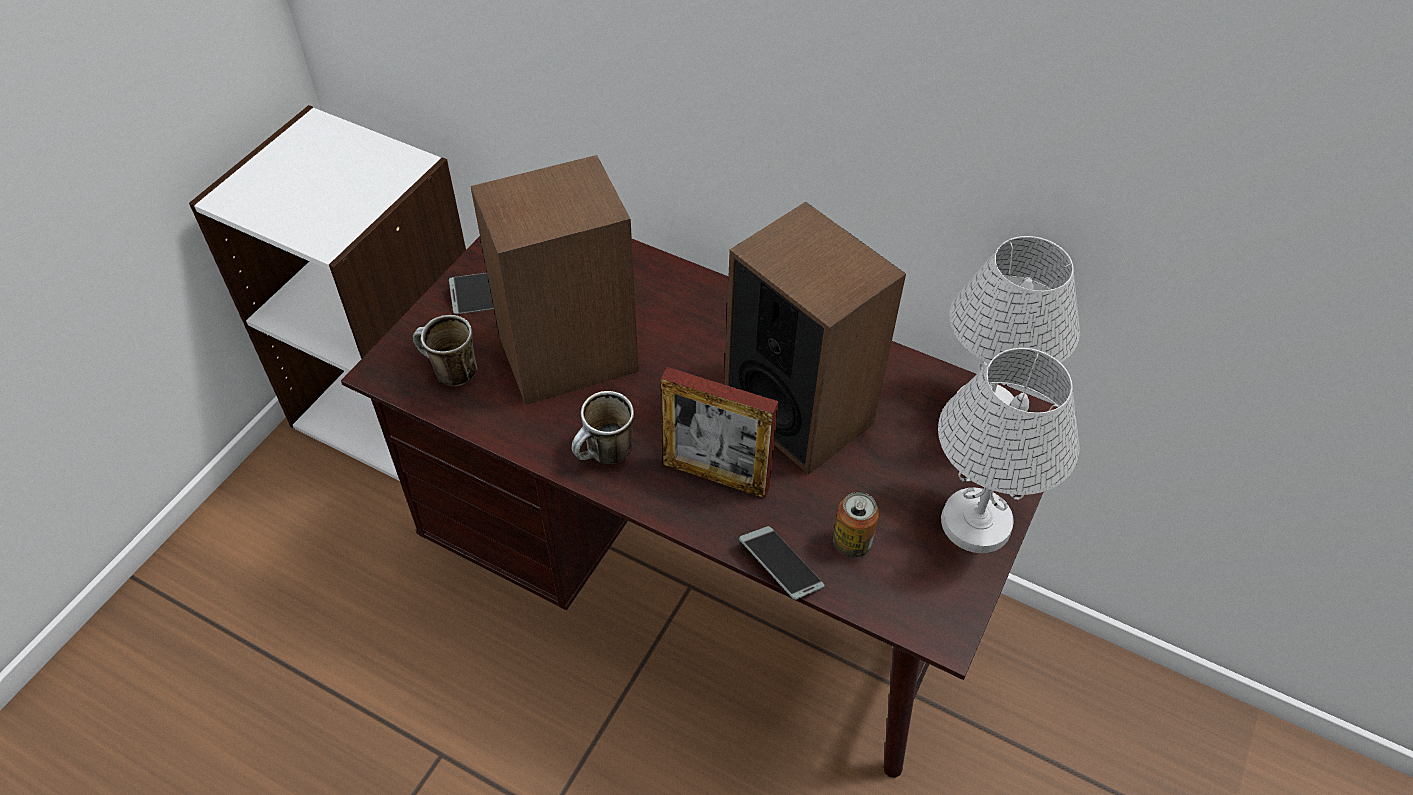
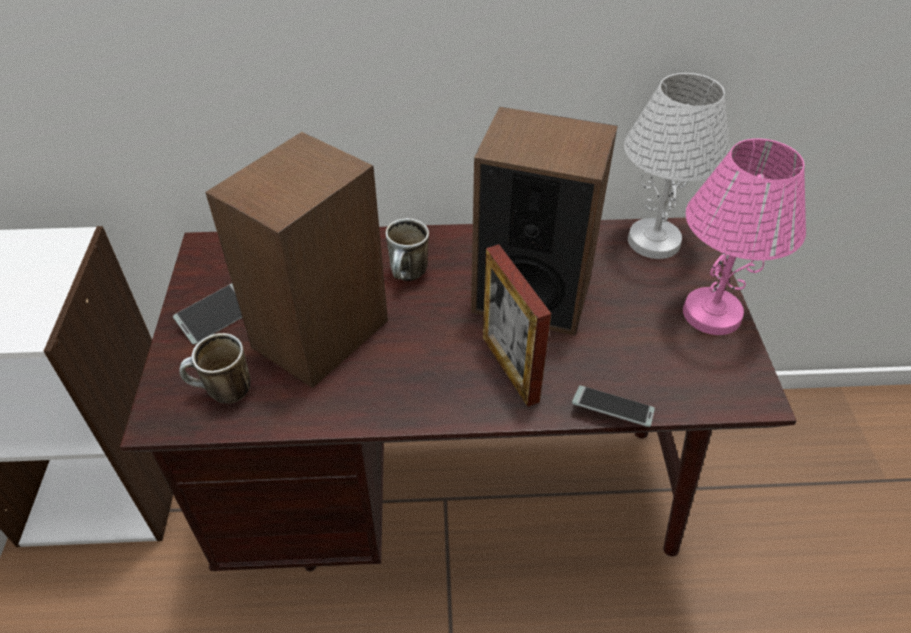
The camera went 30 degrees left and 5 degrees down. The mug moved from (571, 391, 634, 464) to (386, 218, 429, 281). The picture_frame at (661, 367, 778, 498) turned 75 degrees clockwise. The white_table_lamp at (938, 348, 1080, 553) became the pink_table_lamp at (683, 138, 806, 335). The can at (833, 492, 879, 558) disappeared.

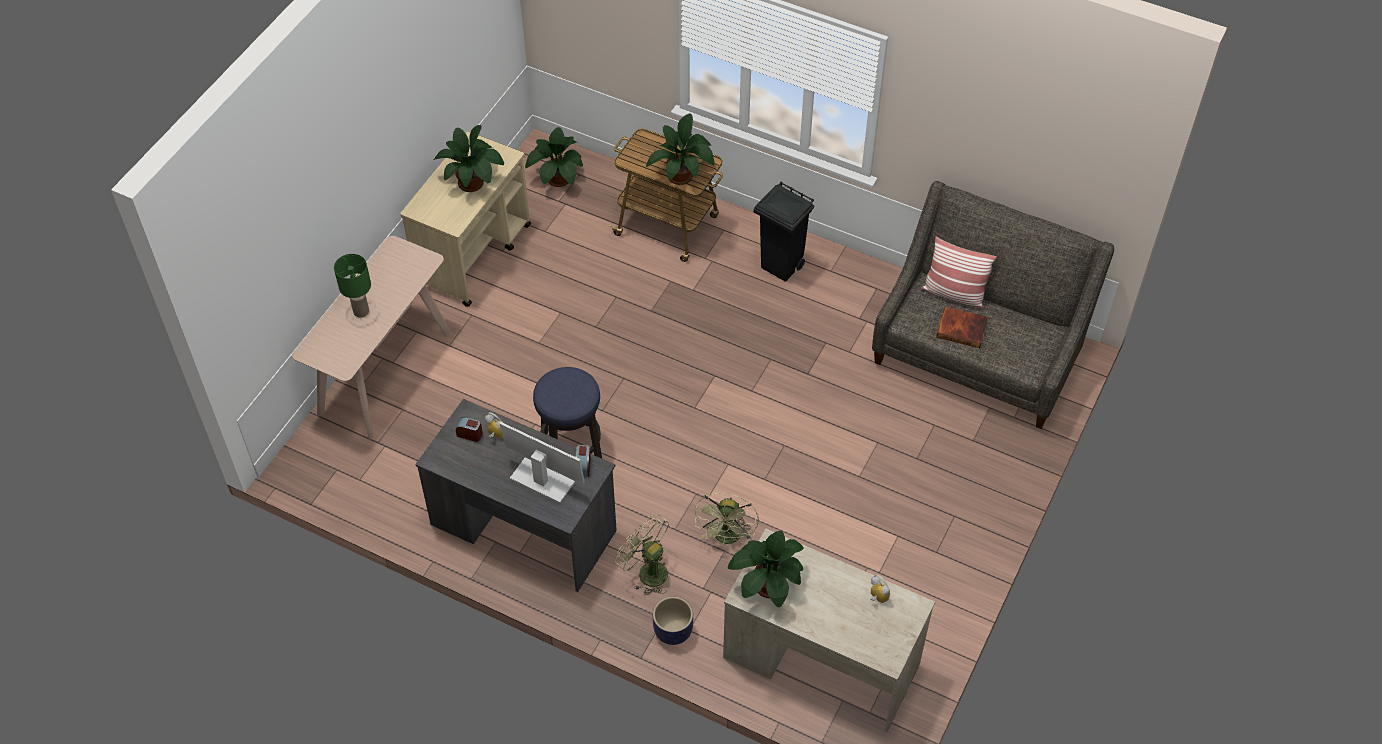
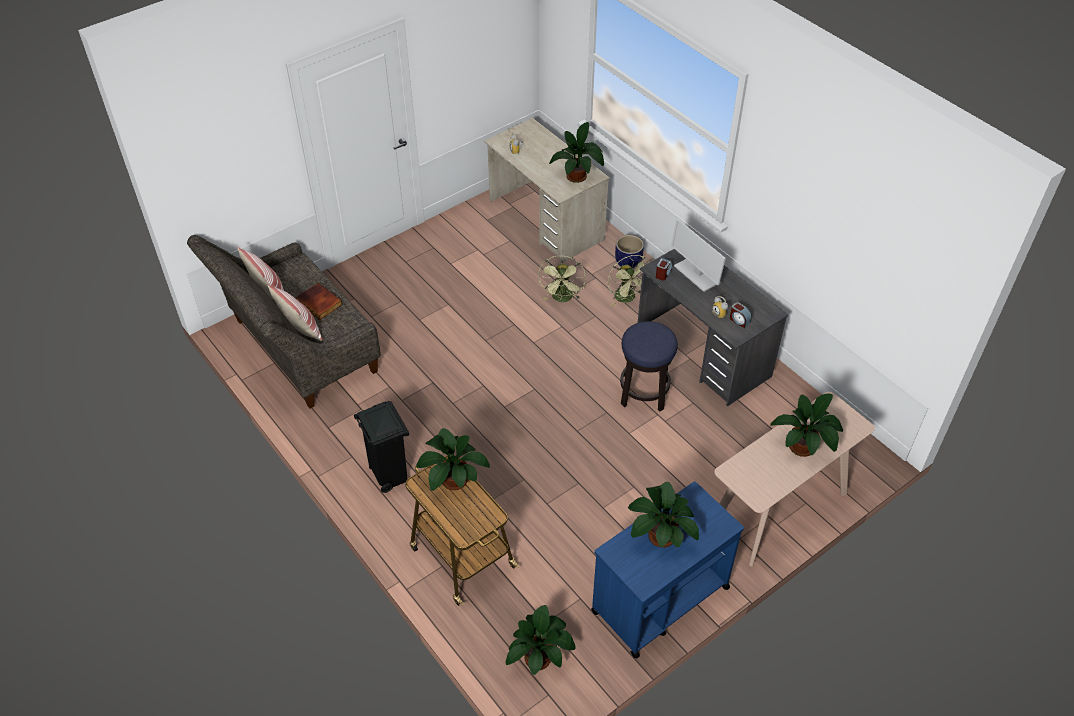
The camera went 155 degrees left and 5 degrees down. The pillow at (237, 247, 284, 299) appeared. The green_fan at (694, 493, 759, 545) turned 150 degrees clockwise. The beige_cart at (400, 131, 531, 307) became the blue_cart at (591, 481, 744, 659). The green_table_lamp at (334, 254, 371, 318) was replaced by the potted_plant at (770, 393, 843, 457).

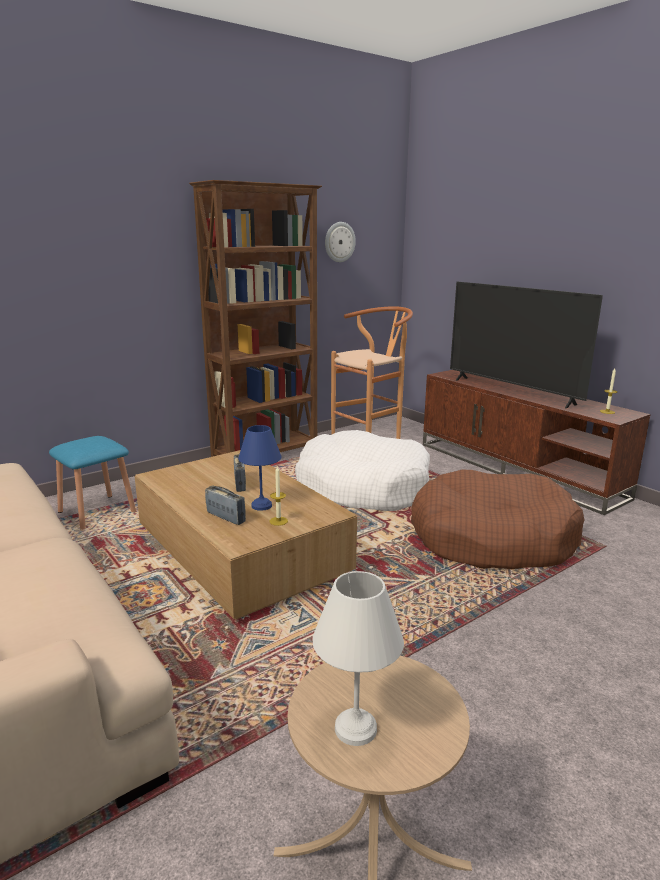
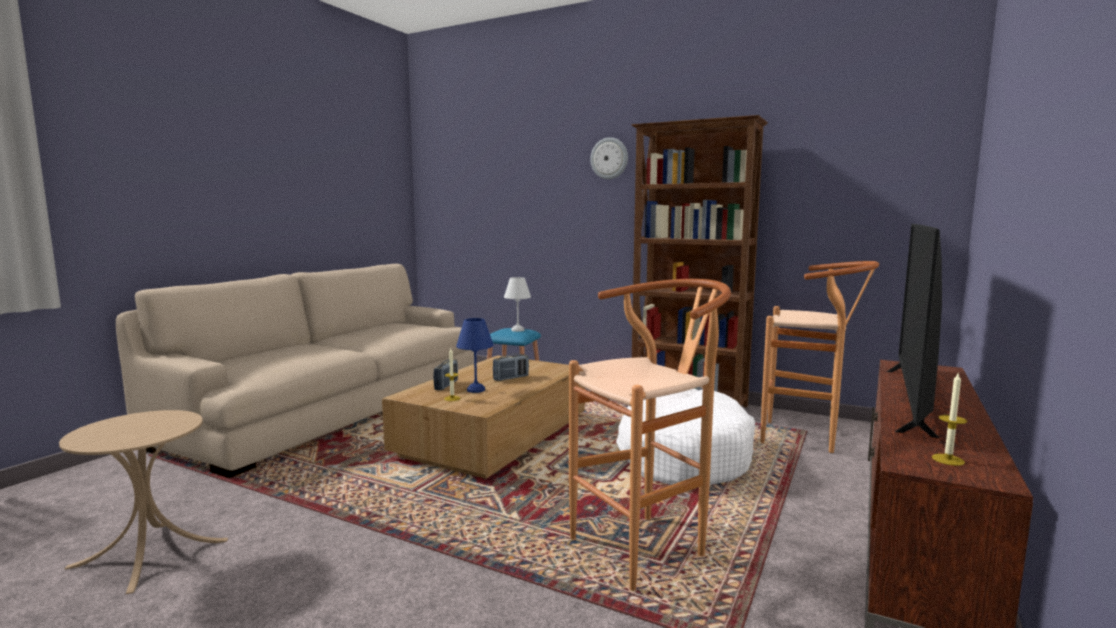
The camera went 65 degrees right and 10 degrees down. The white_table_lamp moved from (313, 571, 404, 746) to (504, 277, 531, 332). The brown_dog_bed at (411, 469, 584, 569) was replaced by the brown_stool at (569, 279, 731, 591). The wall_clock moved from (325, 222, 356, 262) to (590, 137, 628, 179).

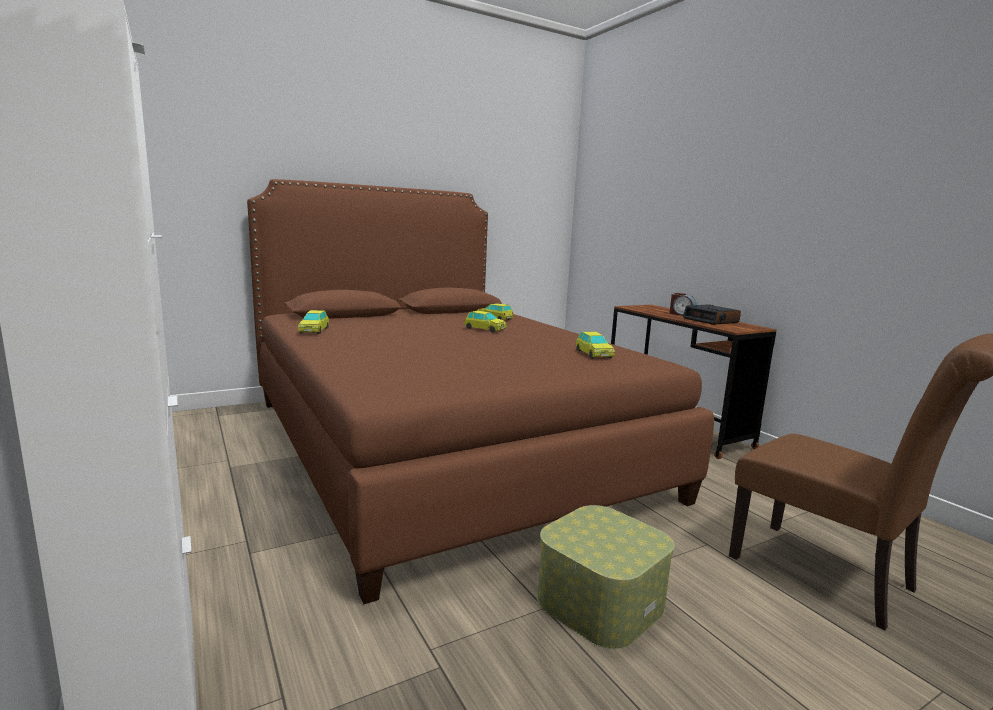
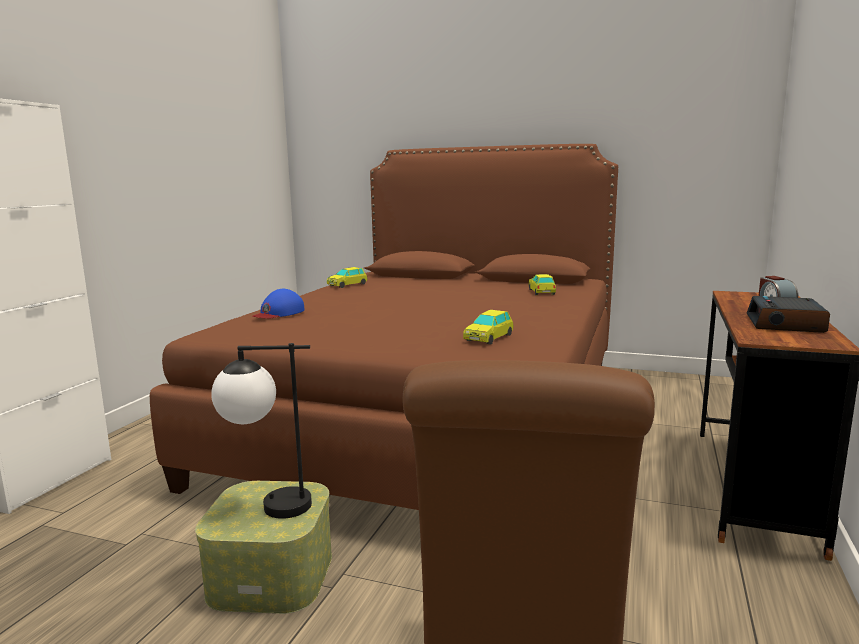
The camera went 50 degrees right and 0 degrees up. The table_lamp at (211, 343, 312, 519) appeared. The blue_cap at (252, 289, 305, 319) appeared. The toy_car at (464, 311, 507, 333) disappeared.

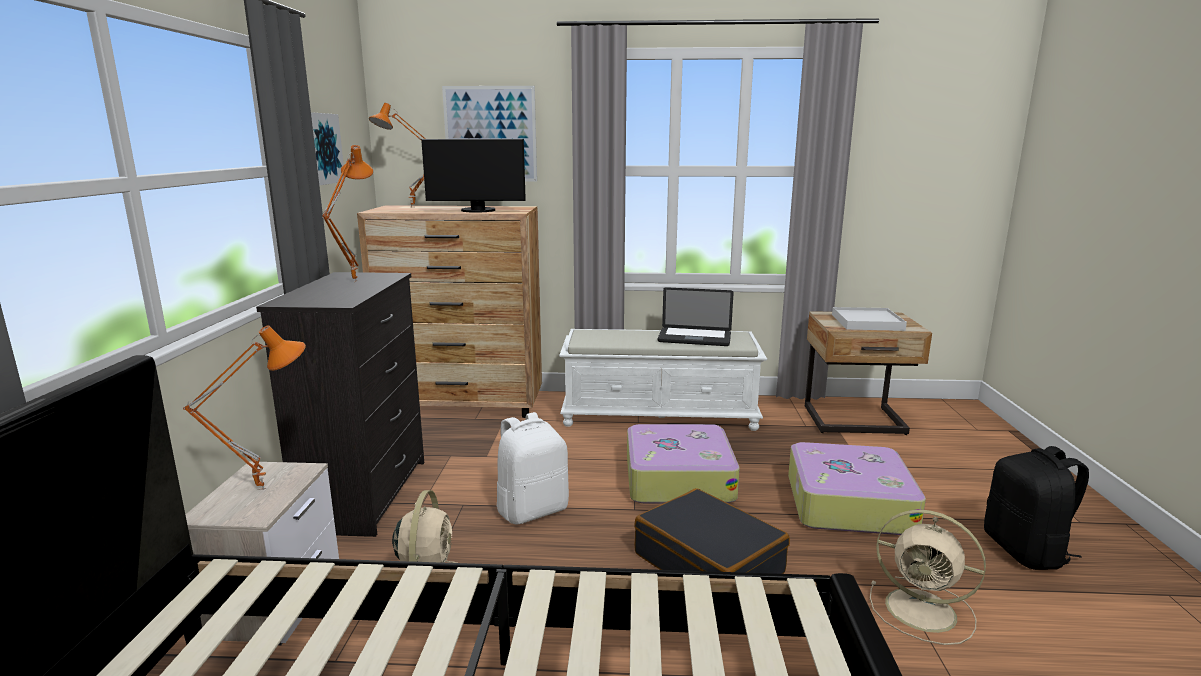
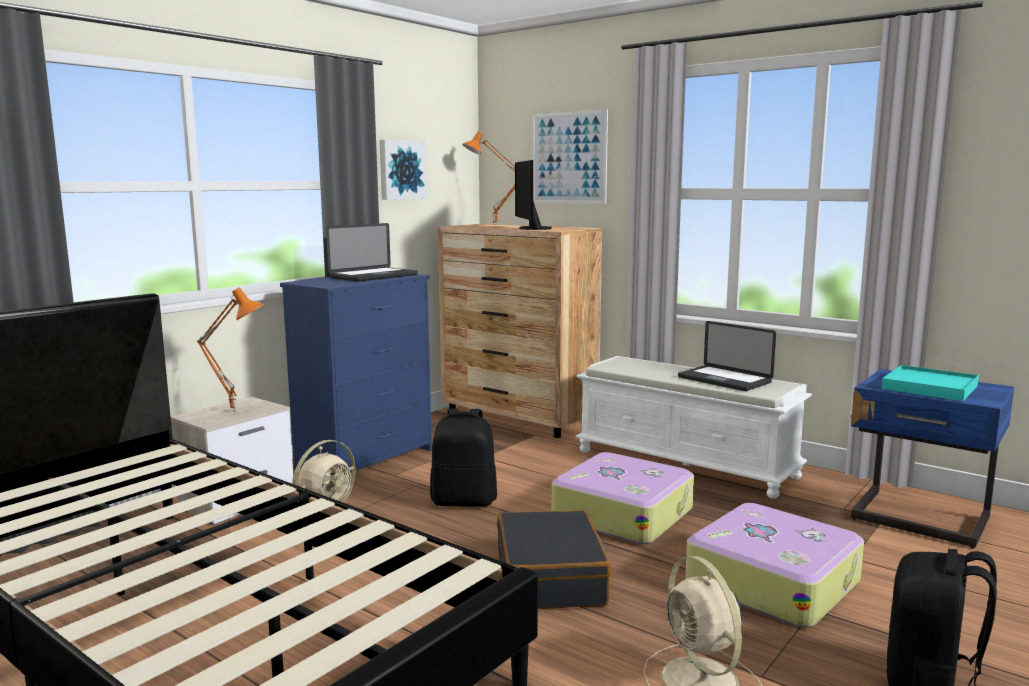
The camera went 35 degrees right and 5 degrees down. The black_dresser at (256, 272, 424, 537) became the blue_dresser at (280, 274, 432, 473). The orange_table_lamp at (322, 145, 373, 282) was replaced by the laptop at (326, 223, 418, 281). The white_backpack at (496, 412, 569, 525) became the black_backpack at (430, 408, 497, 507). The monitor at (421, 139, 526, 213) turned 45 degrees clockwise. The beige_nightstand at (805, 311, 932, 435) became the blue_nightstand at (851, 369, 1014, 549). The white_tray at (832, 307, 907, 331) became the turquoise_tray at (881, 365, 979, 401).

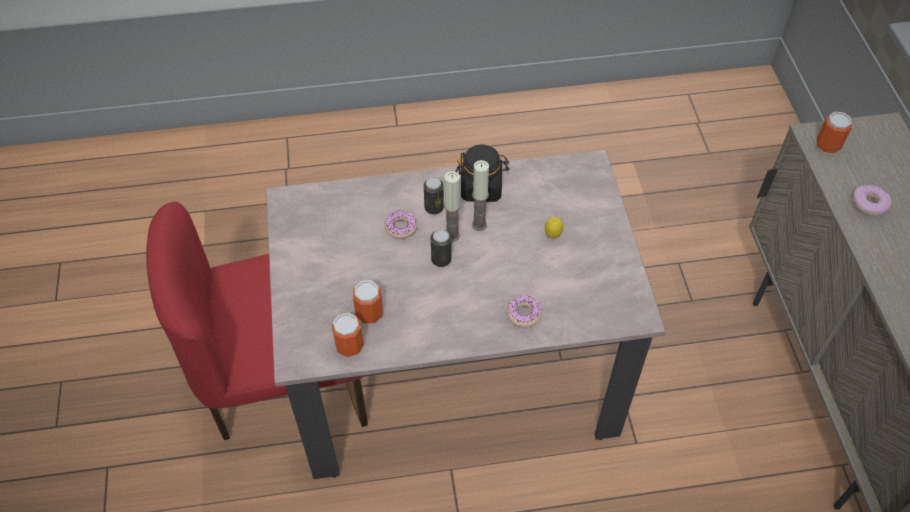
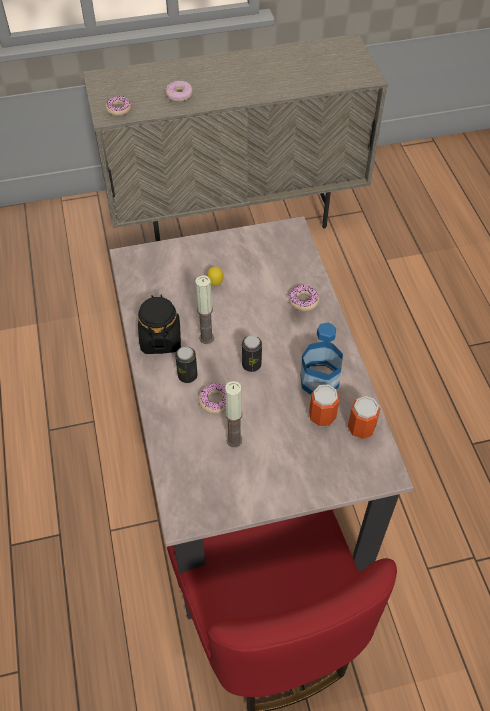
The camera went 95 degrees left and 0 degrees up. The can at (816, 111, 852, 154) was replaced by the donut at (106, 96, 131, 116). The candle moved from (444, 171, 461, 242) to (225, 381, 243, 447). The bottle at (301, 323, 343, 395) appeared.

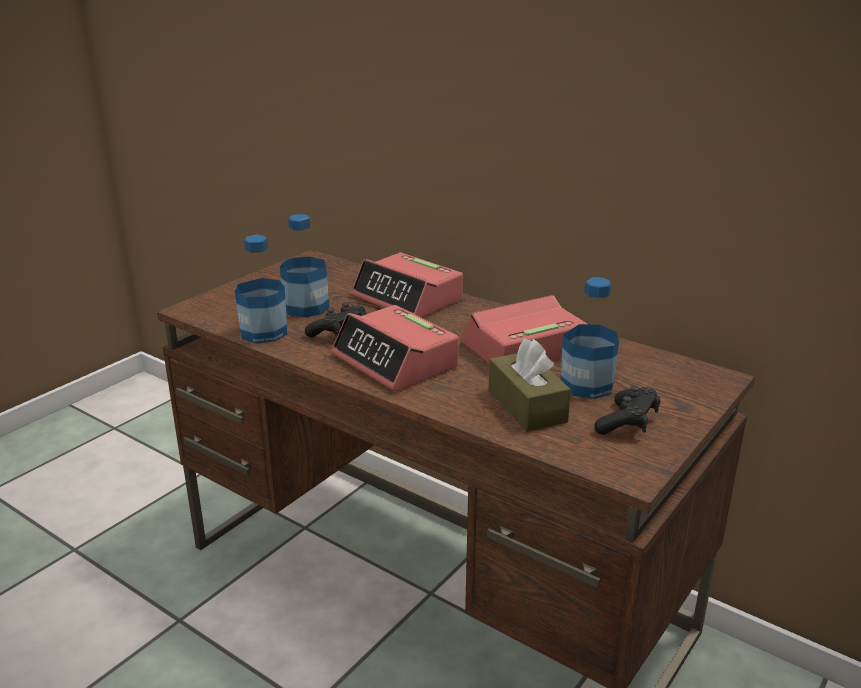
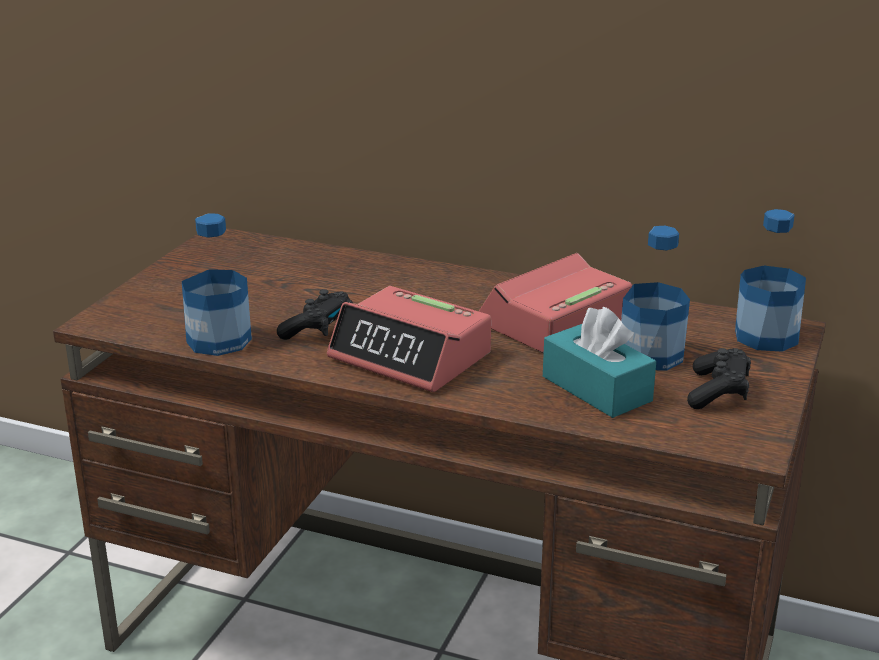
The camera went 15 degrees left and 0 degrees up. The brown_tissue_box at (489, 339, 571, 432) became the turquoise_tissue_box at (543, 307, 656, 418). The bottle moved from (280, 214, 330, 317) to (735, 209, 806, 352). The alarm_clock at (351, 253, 463, 318) disappeared.

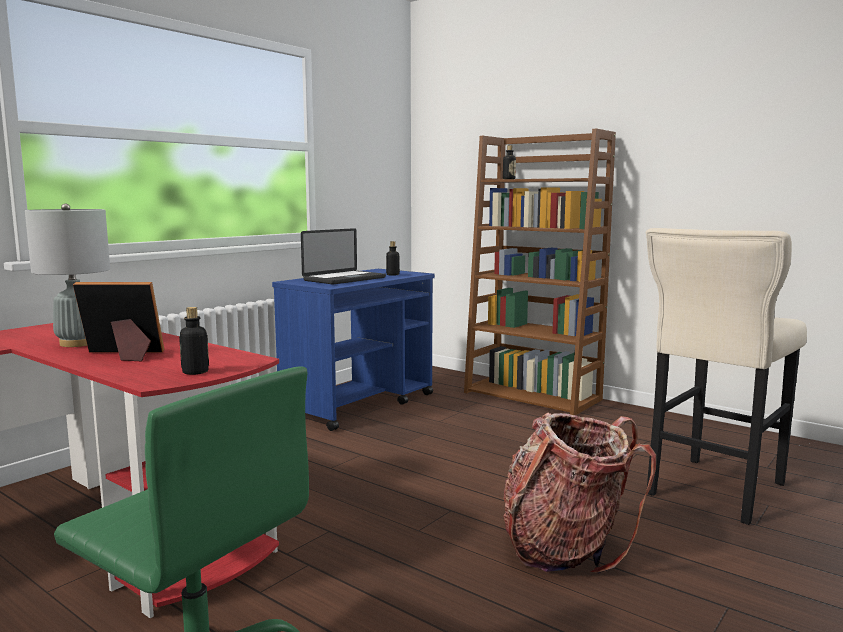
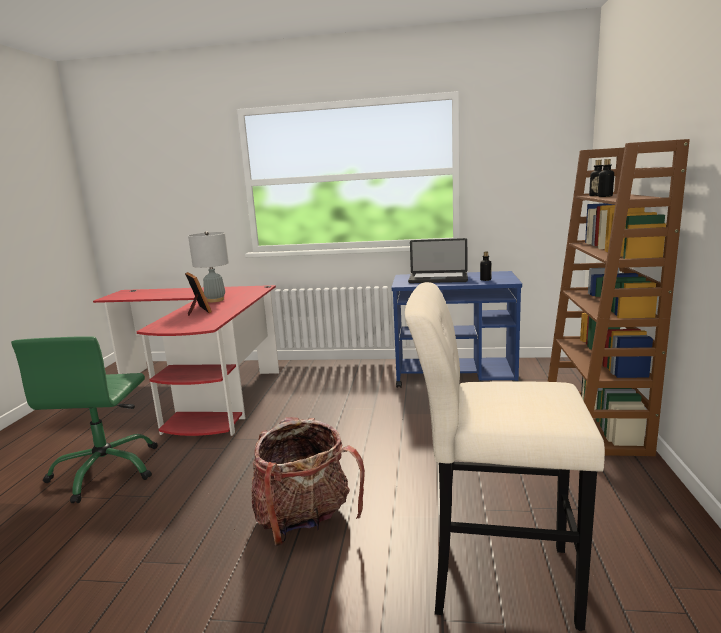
The camera went 60 degrees right and 5 degrees up. The bottle moved from (179, 307, 209, 375) to (598, 159, 614, 197).

